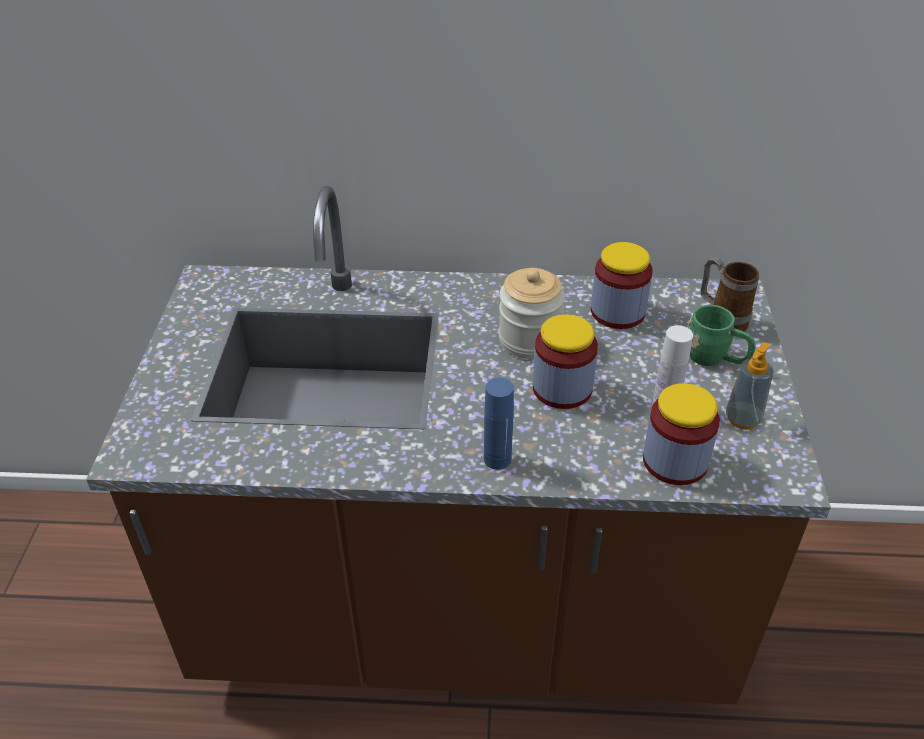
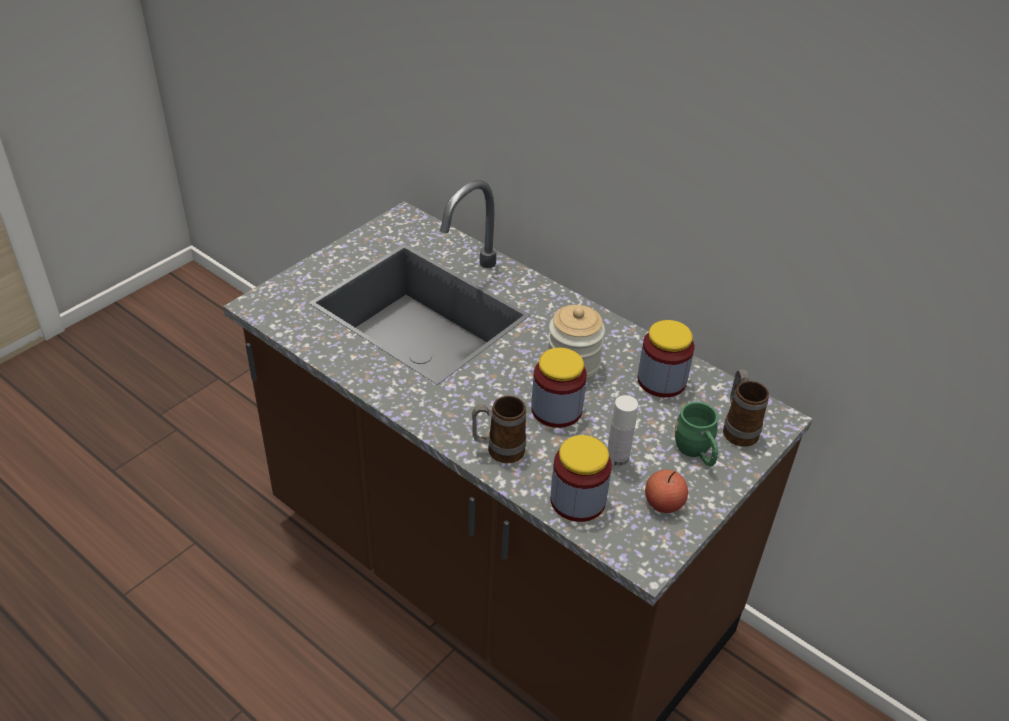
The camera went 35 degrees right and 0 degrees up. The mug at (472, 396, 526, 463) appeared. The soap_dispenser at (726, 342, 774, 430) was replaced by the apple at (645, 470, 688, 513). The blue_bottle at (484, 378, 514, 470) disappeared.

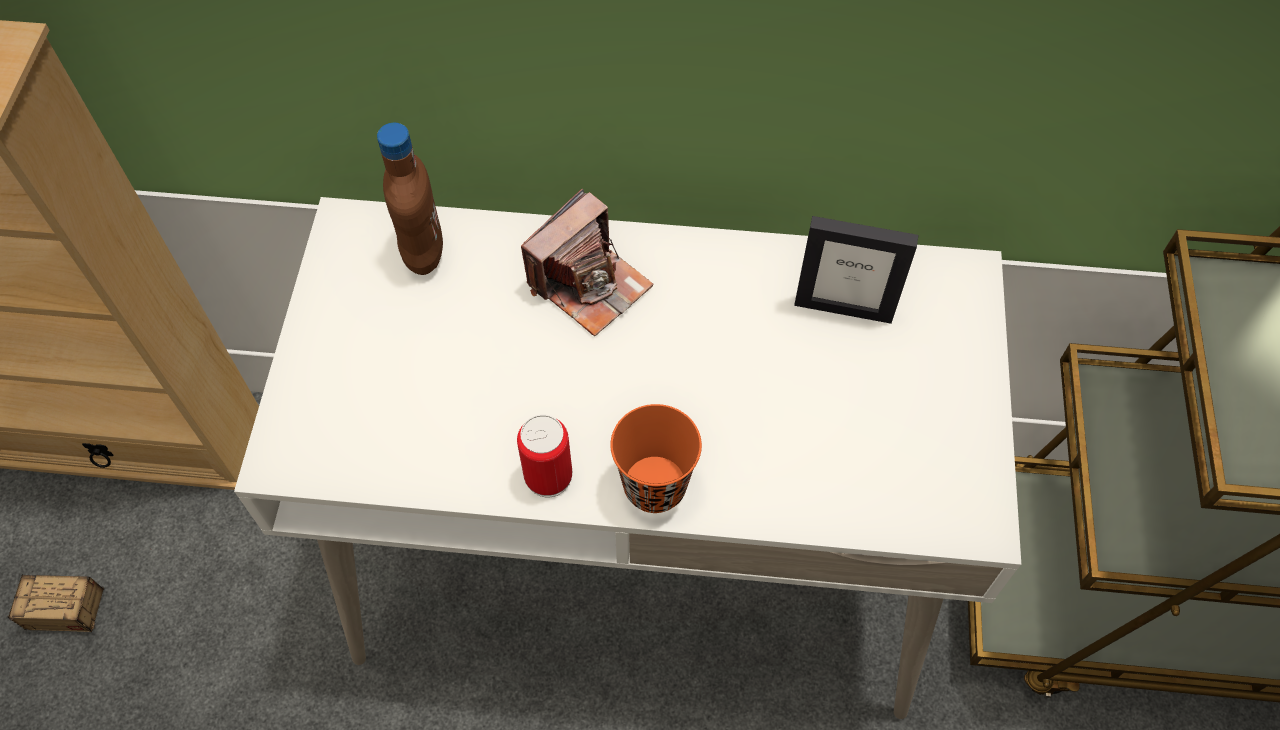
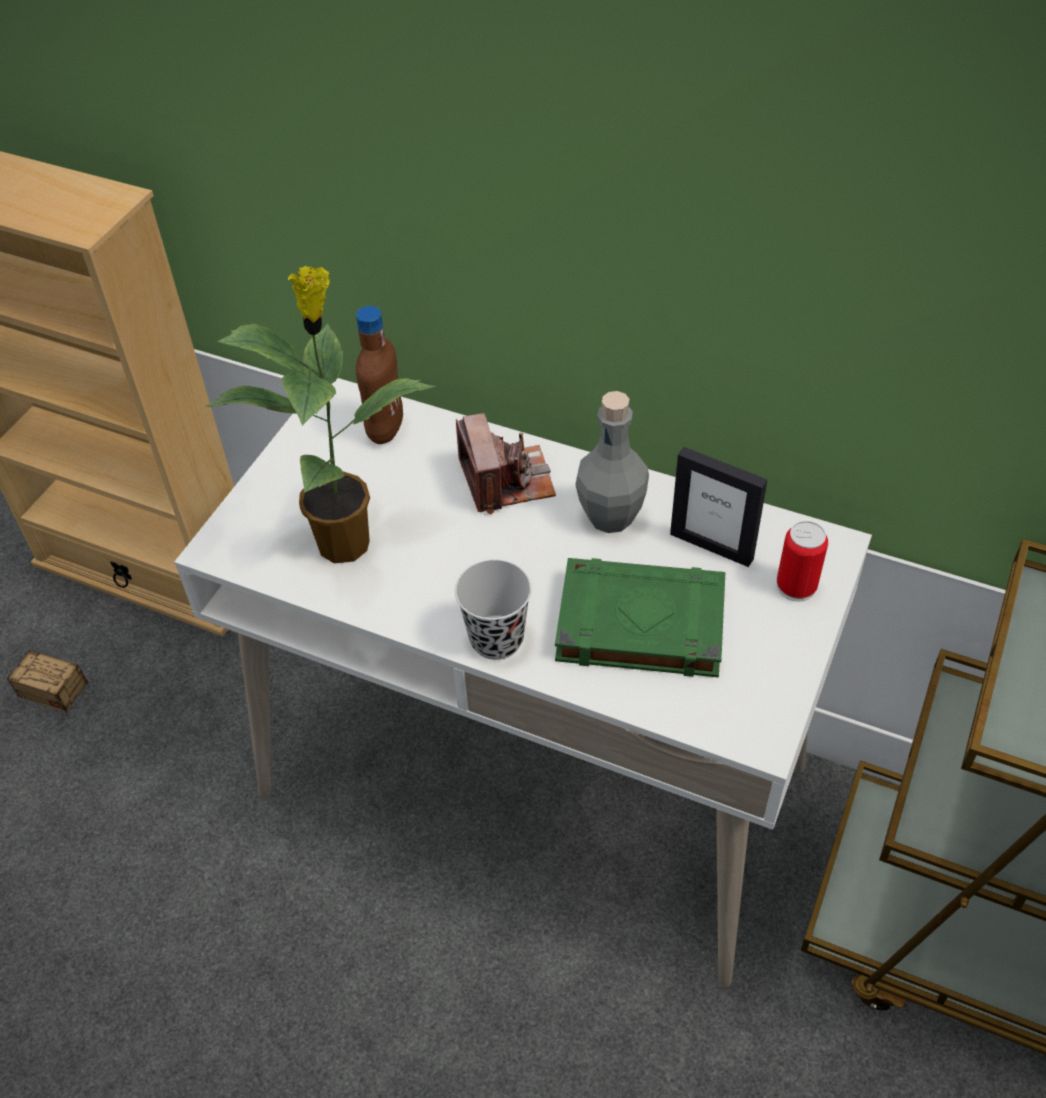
The camera went 20 degrees right and 10 degrees down. The potted_plant at (205, 266, 436, 563) appeared. The orange_cup at (610, 404, 702, 513) became the black_cup at (455, 559, 532, 660). The photo_camera at (521, 189, 654, 336) turned 75 degrees counterclockwise. The green_book at (555, 558, 725, 677) appeared. The grey_bottle at (575, 391, 649, 533) appeared. The can moved from (517, 415, 572, 497) to (777, 521, 828, 601).

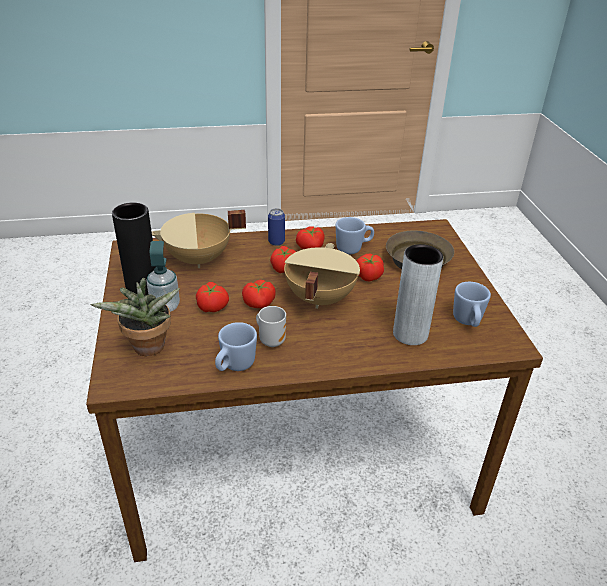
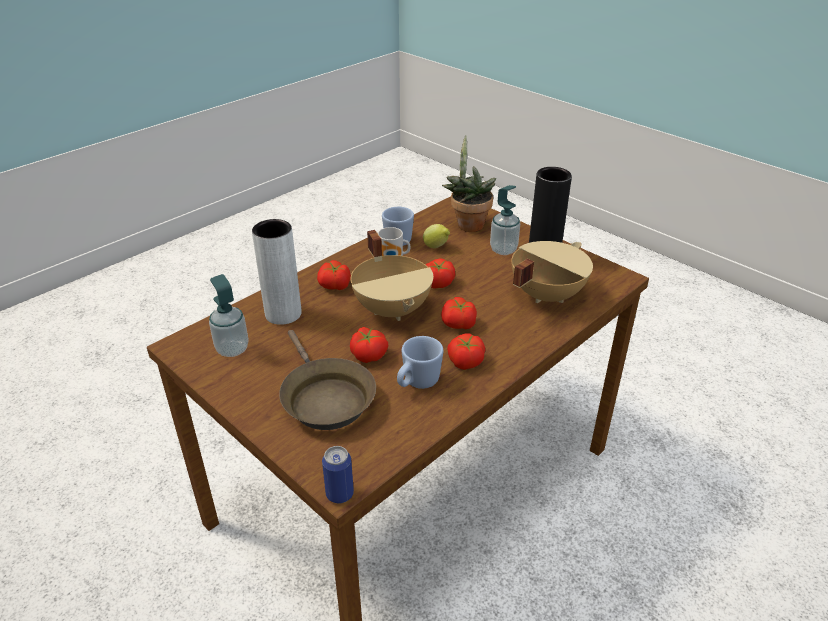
The camera went 145 degrees right and 0 degrees up. The blue_mug at (453, 282, 491, 327) was replaced by the soap_dispenser at (209, 274, 249, 357). The tomato moved from (196, 282, 229, 312) to (317, 260, 351, 290). The can moved from (268, 208, 285, 246) to (322, 446, 354, 504). The lemon at (423, 224, 450, 248) appeared.

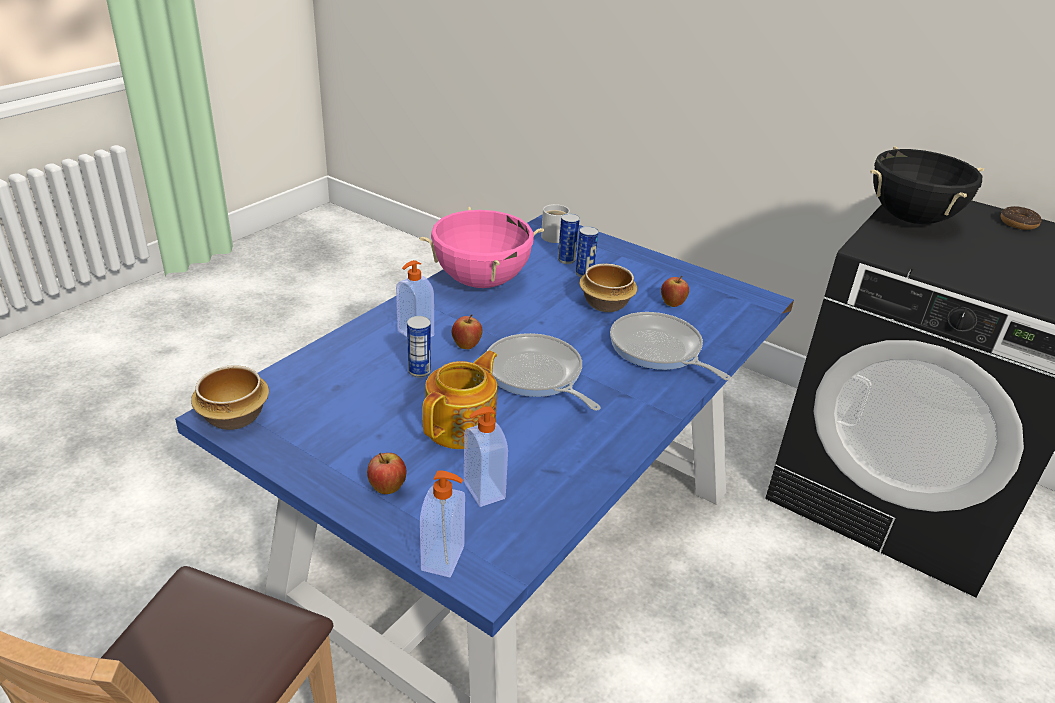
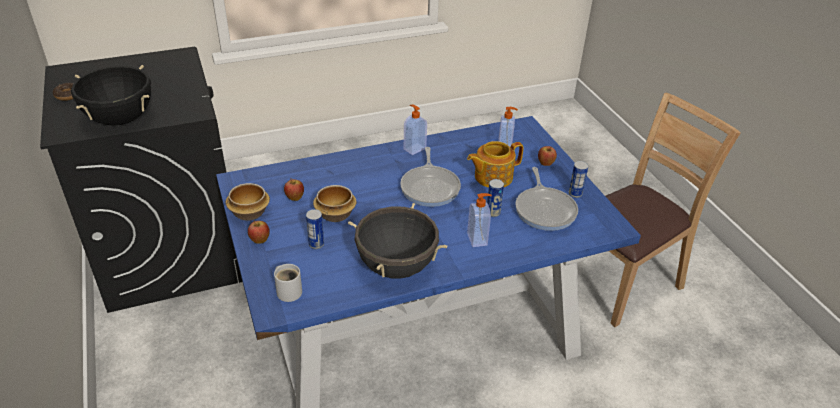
The camera went 145 degrees left and 5 degrees up. The bowl moved from (191, 365, 269, 430) to (226, 183, 270, 221). The apple moved from (452, 314, 482, 349) to (248, 220, 270, 244). The pink_cooking_pot at (419, 207, 544, 288) became the black_cooking_pot at (348, 203, 447, 279). The soap_dispenser moved from (420, 470, 465, 578) to (404, 105, 427, 155). The frying_pan moved from (610, 312, 731, 380) to (515, 167, 578, 231). The can moved from (558, 213, 580, 264) to (569, 161, 588, 198).

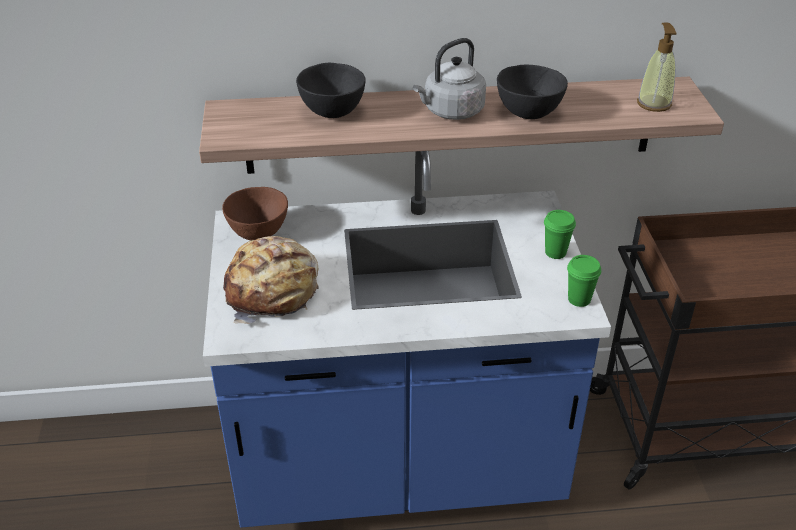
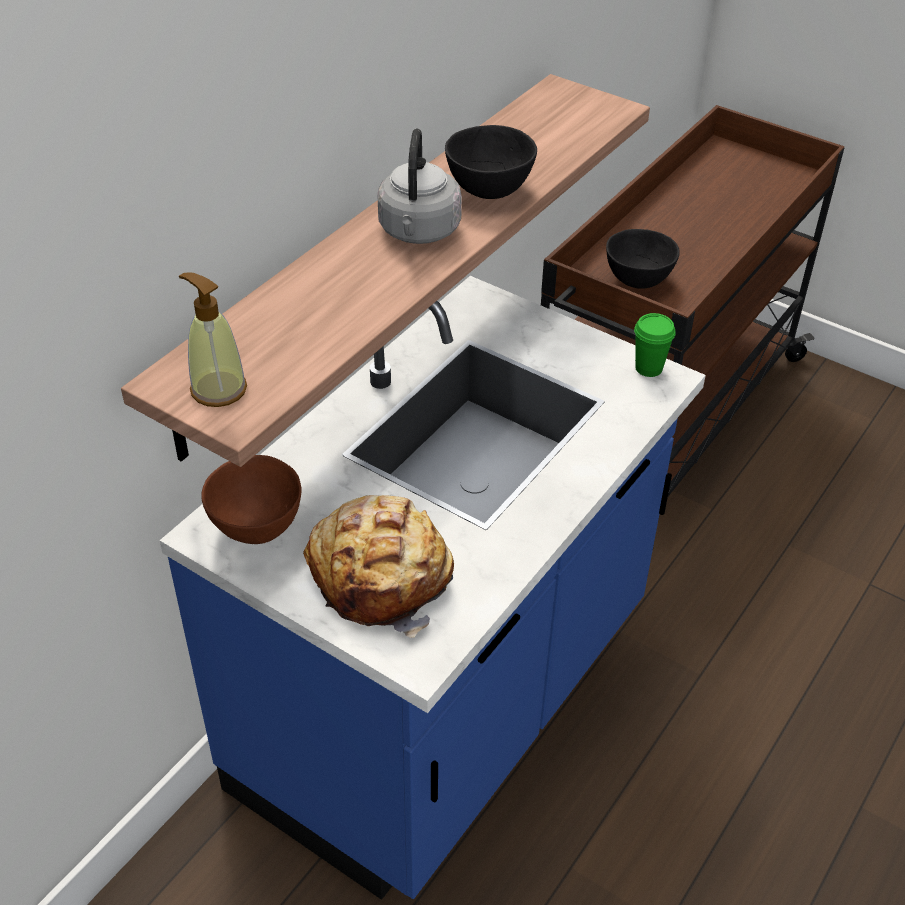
The camera went 50 degrees left and 5 degrees up. The soap_dispenser moved from (637, 23, 677, 112) to (179, 272, 247, 407). The black_bowl moved from (296, 63, 366, 118) to (606, 229, 680, 289). The green_cup at (544, 210, 576, 259) disappeared.

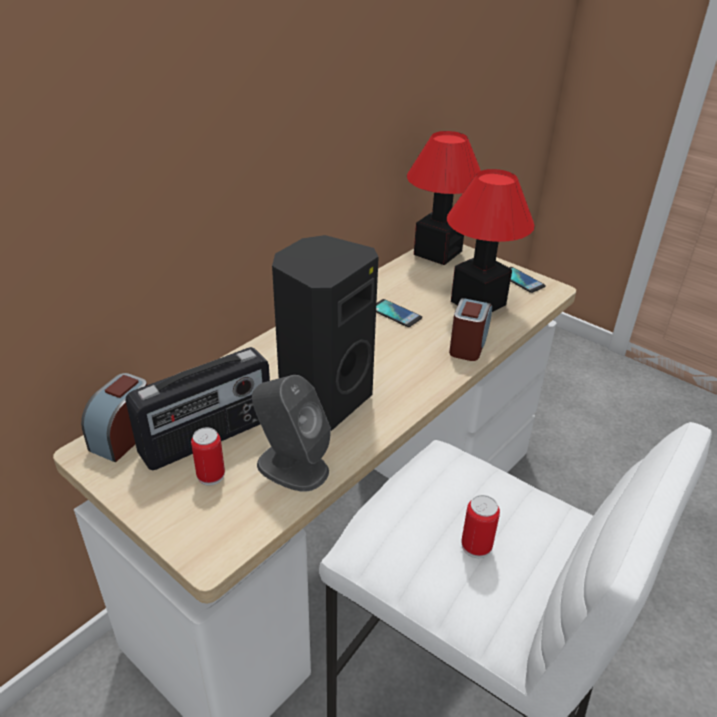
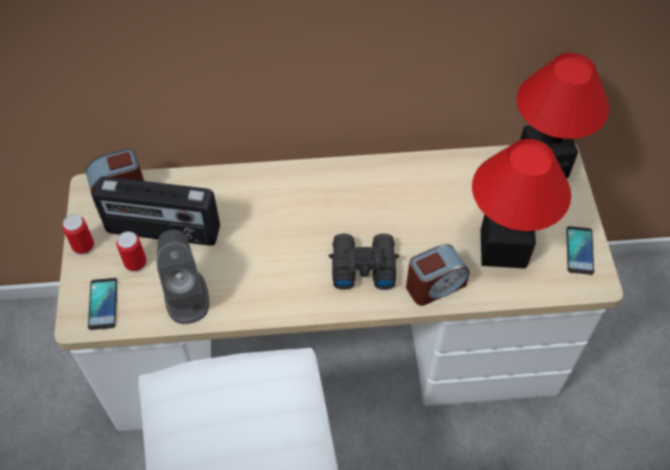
The camera went 45 degrees right and 20 degrees up. The can moved from (461, 495, 500, 558) to (62, 214, 94, 255). The phone moved from (376, 299, 422, 327) to (88, 278, 117, 330). The black_binoculars at (329, 233, 399, 290) appeared. The black_speaker at (272, 235, 379, 431) disappeared.

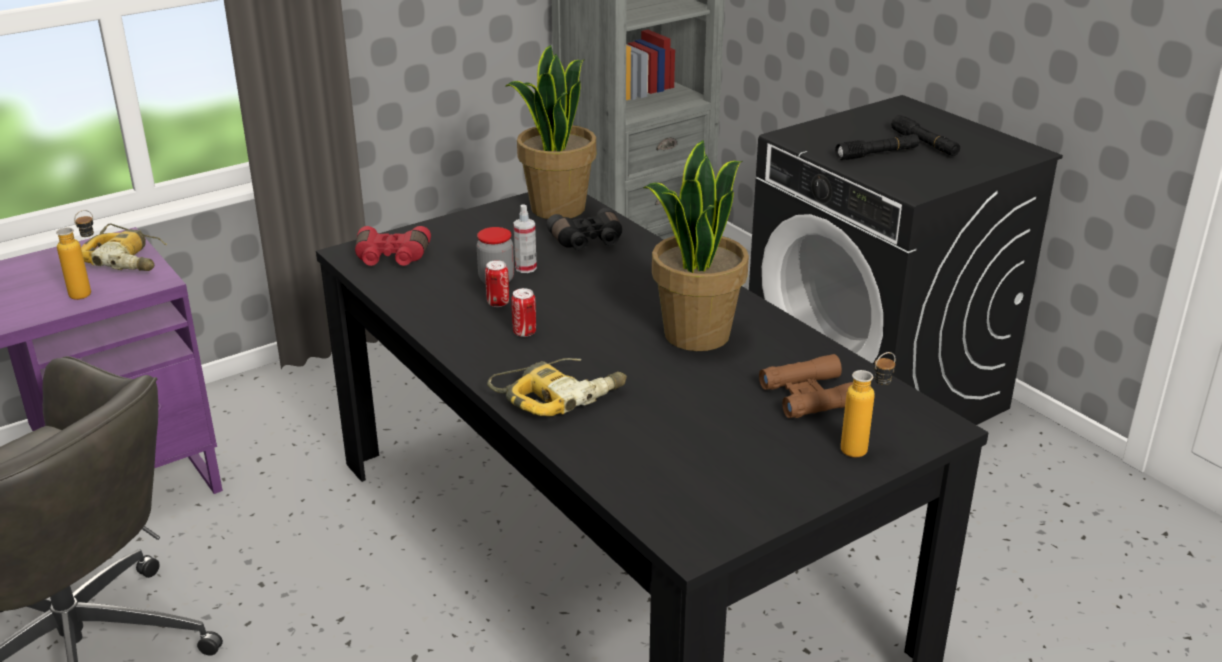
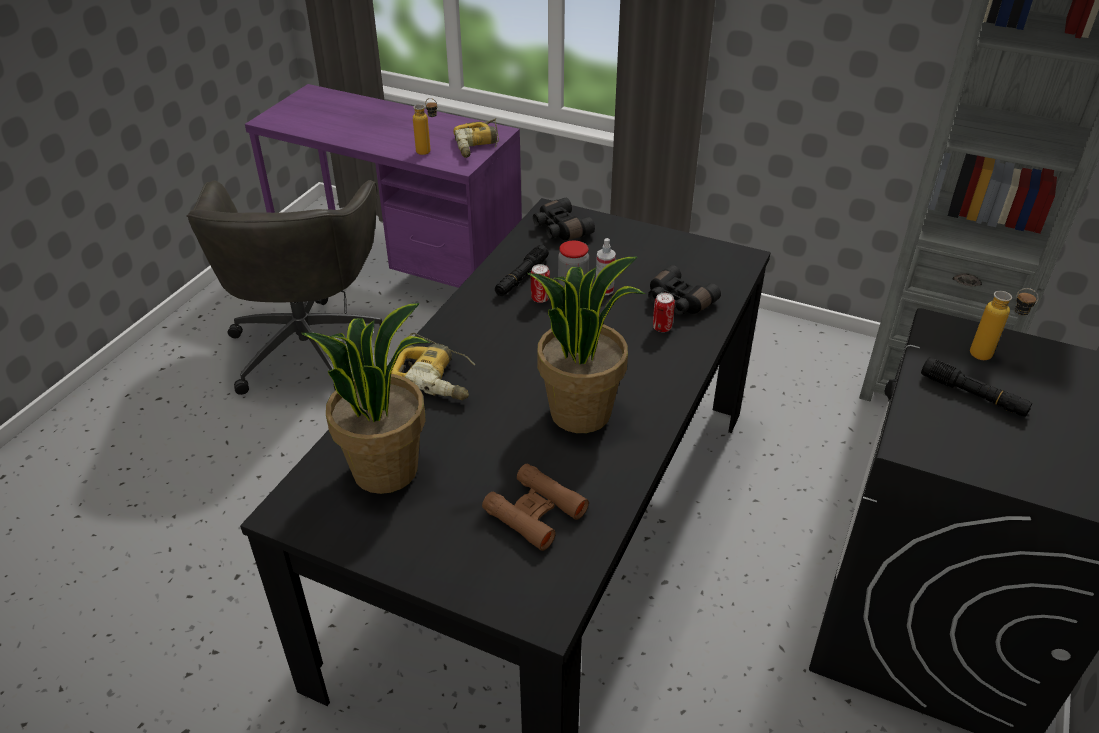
The camera went 60 degrees right and 10 degrees up. The potted_plant moved from (506, 45, 596, 219) to (302, 303, 431, 494). The black_flashlight moved from (891, 115, 960, 156) to (495, 245, 549, 296). The red_binoculars at (355, 226, 431, 266) became the black_binoculars at (533, 198, 595, 240). The can moved from (511, 288, 536, 337) to (653, 293, 675, 332). The bottle moved from (841, 352, 895, 457) to (970, 288, 1038, 360).

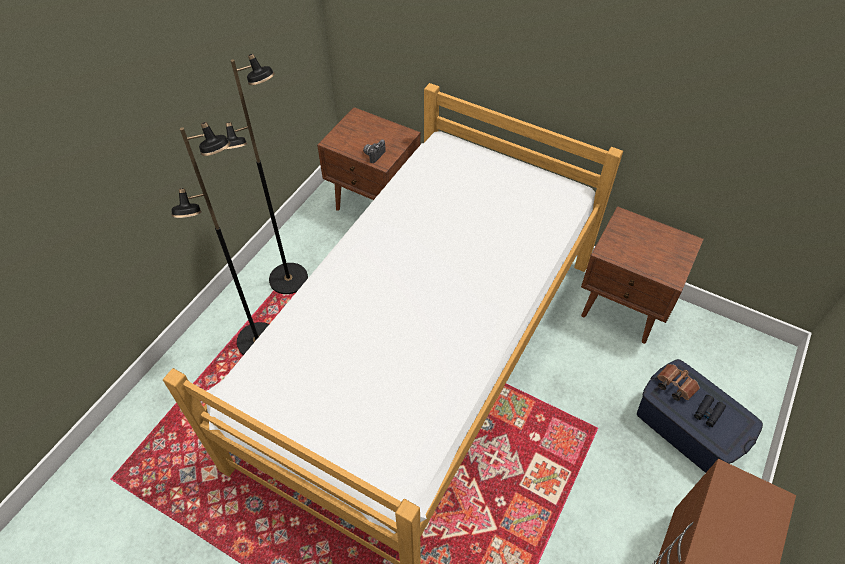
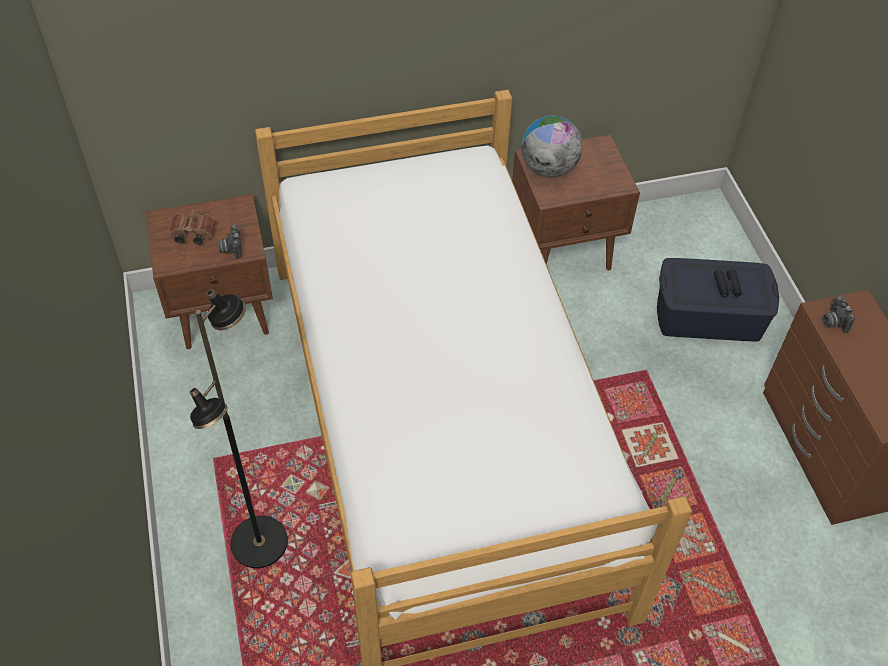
The camera went 45 degrees left and 0 degrees up. The brown_binoculars moved from (657, 364, 700, 401) to (169, 210, 216, 245). The globe at (521, 116, 582, 177) appeared. The photo_camera at (822, 296, 855, 333) appeared. The black_floor_lamp at (226, 54, 308, 294) disappeared.

